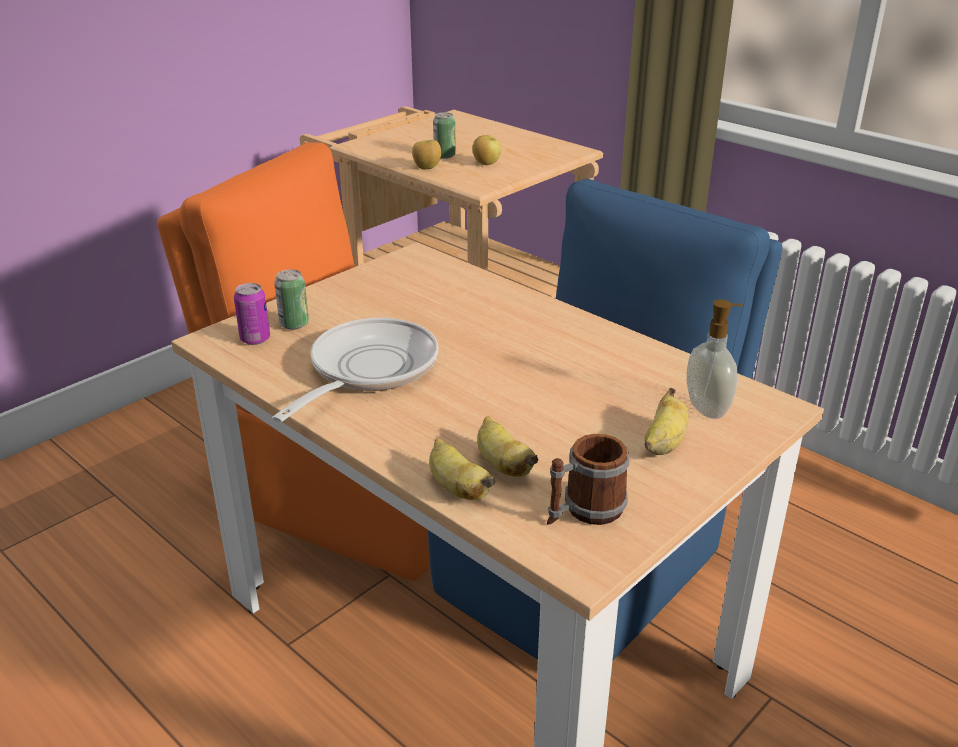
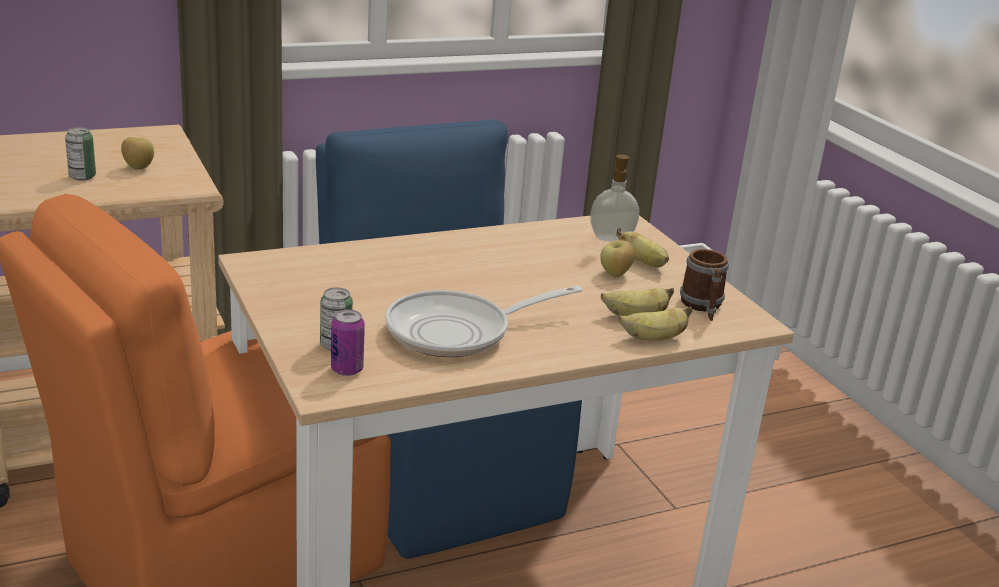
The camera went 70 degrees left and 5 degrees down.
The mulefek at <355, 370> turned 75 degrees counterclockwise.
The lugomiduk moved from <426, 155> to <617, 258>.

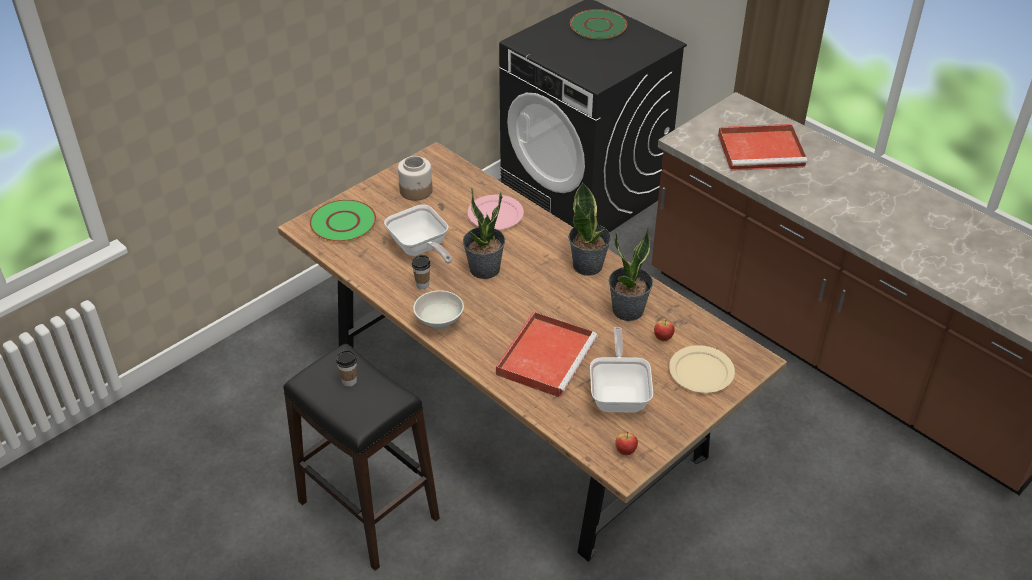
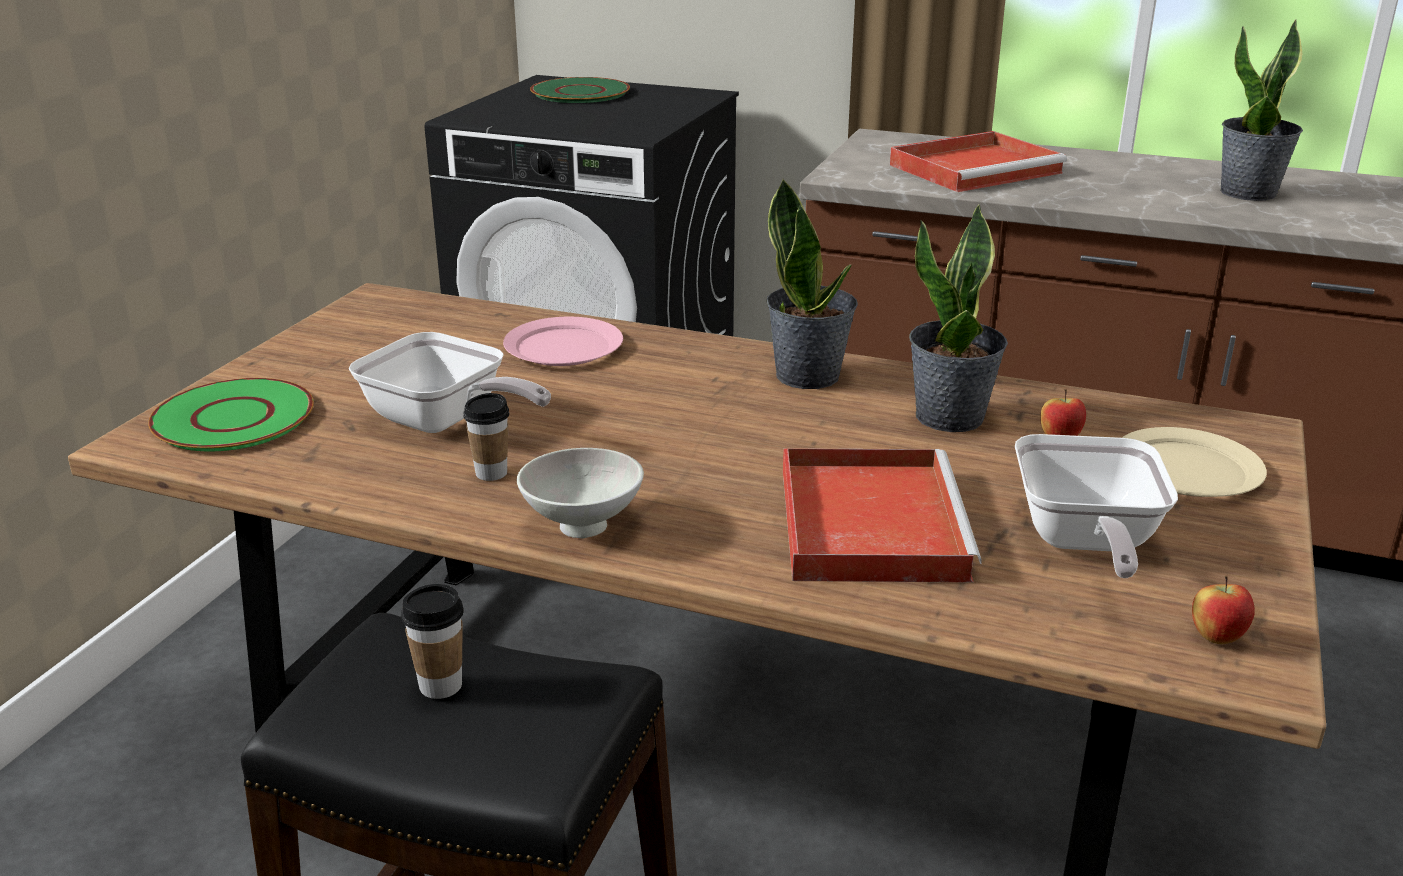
The camera went 25 degrees left and 15 degrees down.
The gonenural at <415, 178> disappeared.
The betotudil moved from <484, 233> to <1261, 110>.
The mulefek at <621, 369> turned 150 degrees counterclockwise.

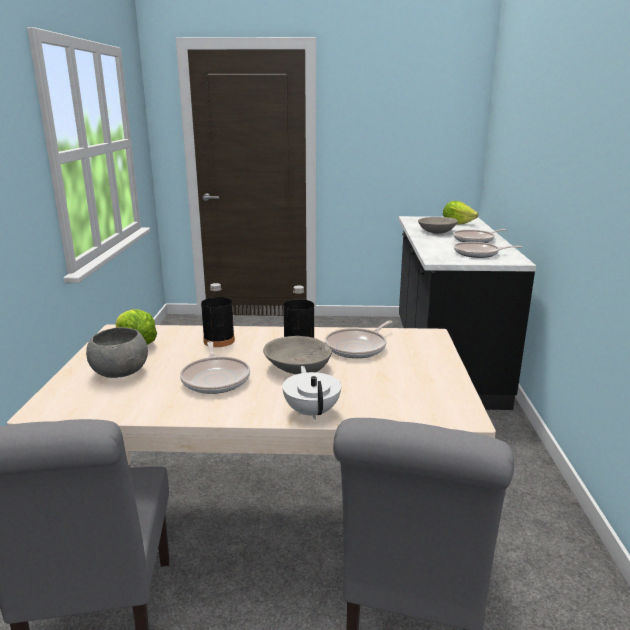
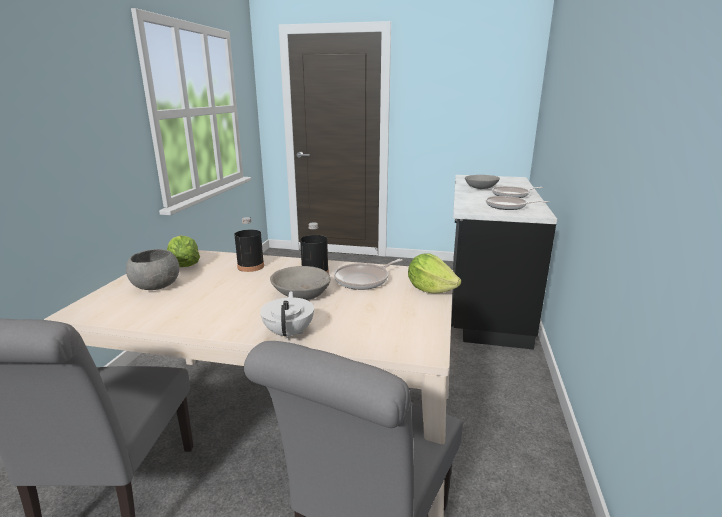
The camera went 10 degrees right and 0 degrees up.
The mulefek at <215, 368> disappeared.
The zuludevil moved from <460, 213> to <434, 273>.

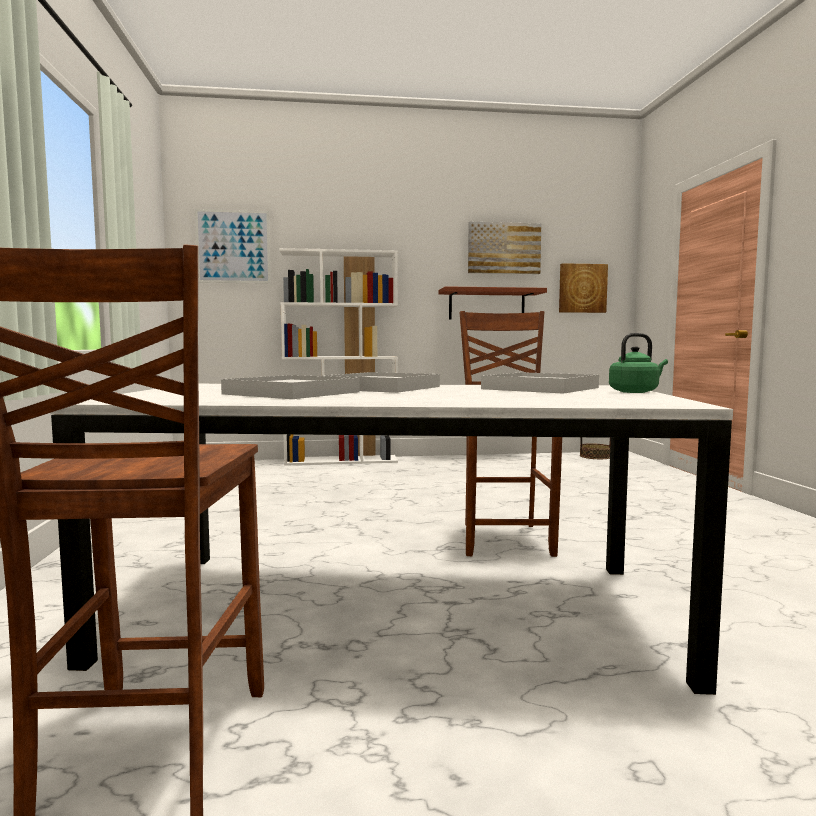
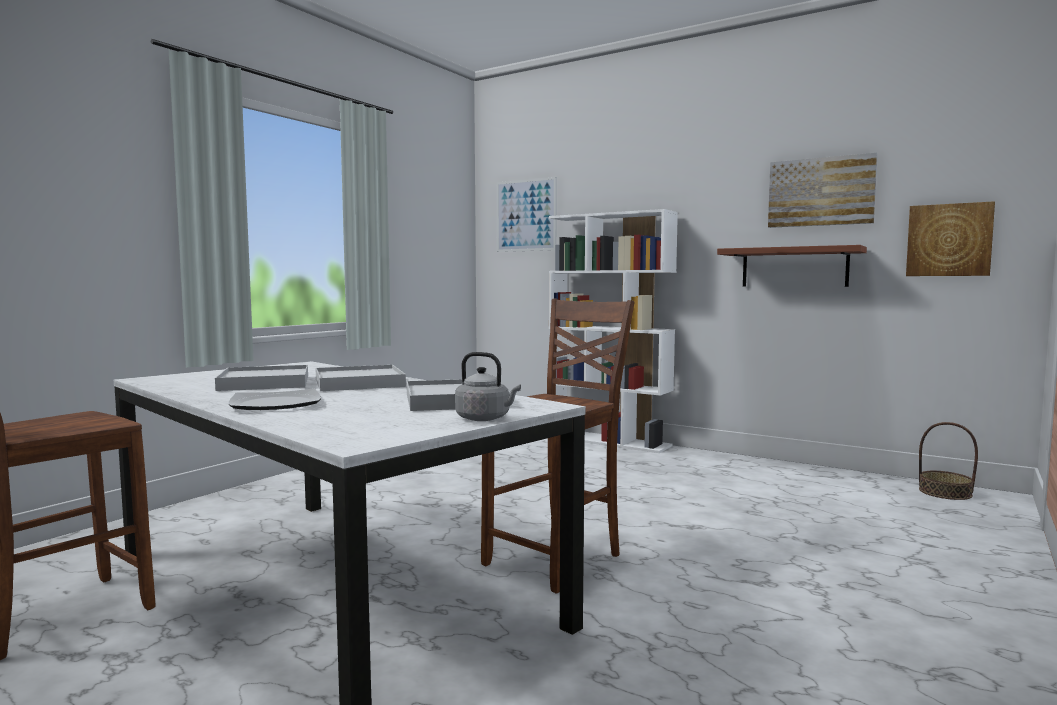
The camera went 40 degrees right and 0 degrees up.
The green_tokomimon at <638, 363> became the grey_tokomimon at <488, 386>.
The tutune at <275, 399> appeared.

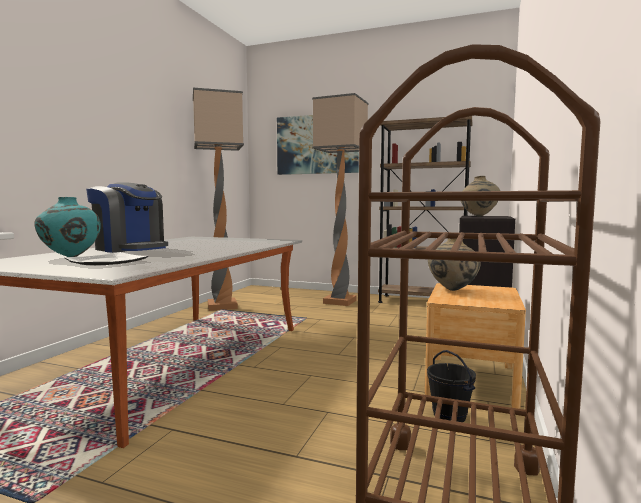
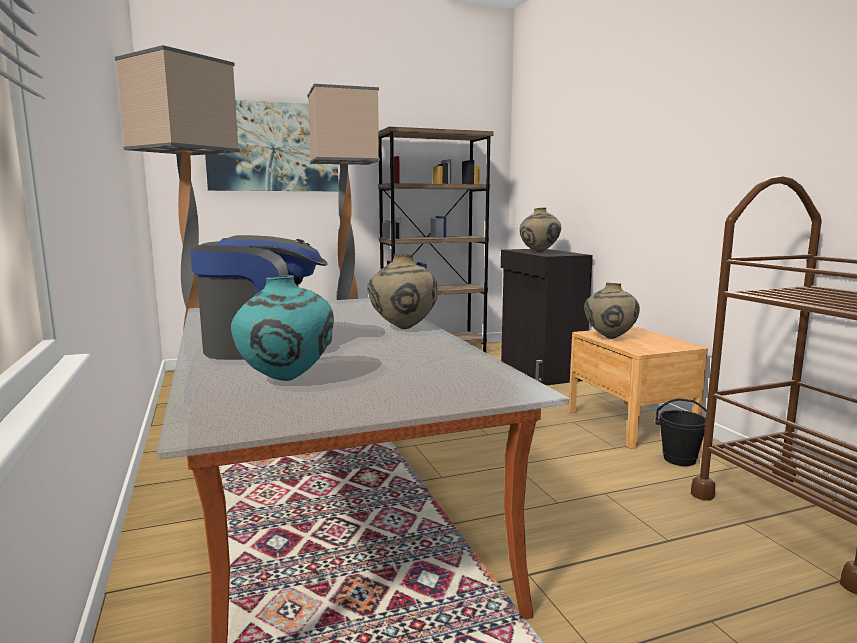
The camera went 40 degrees left and 5 degrees up.
The tutune at <106, 259> disappeared.
The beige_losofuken at <402, 291> appeared.

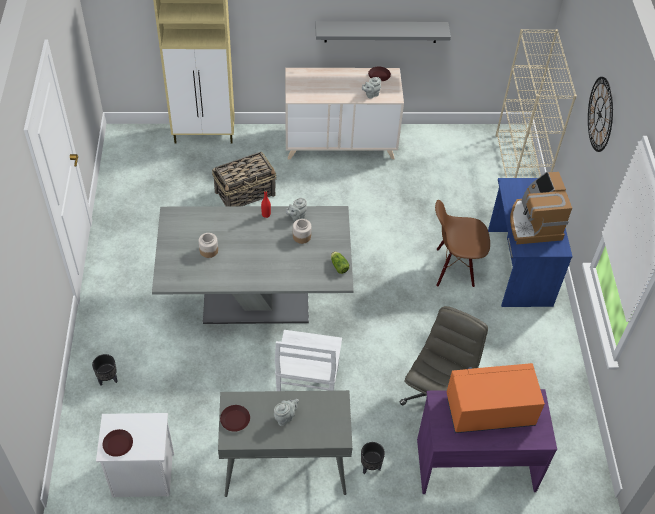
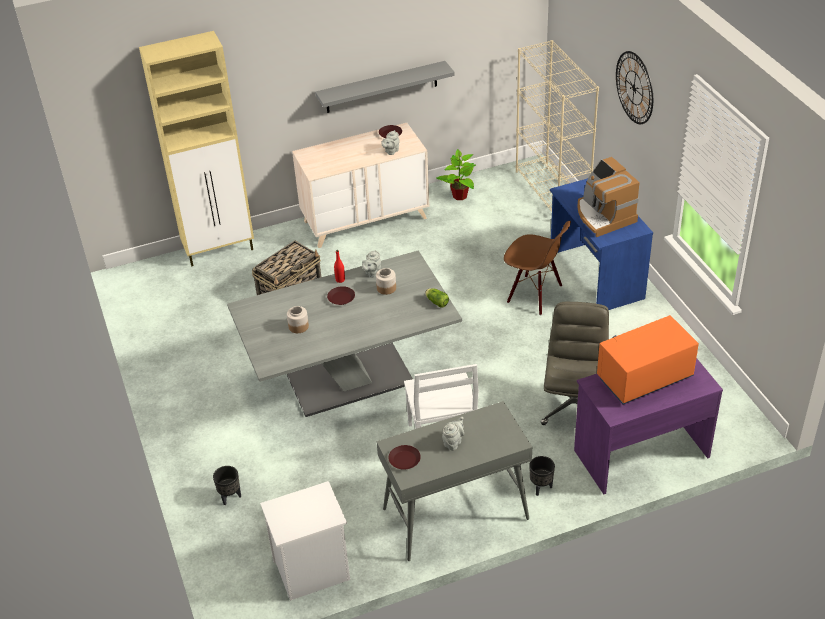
The camera went 15 degrees left and 10 degrees down.
The brown_tutune moved from <118, 443> to <341, 295>.
The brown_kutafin at <462, 243> turned 135 degrees counterclockwise.
The betotudil at <456, 174> appeared.

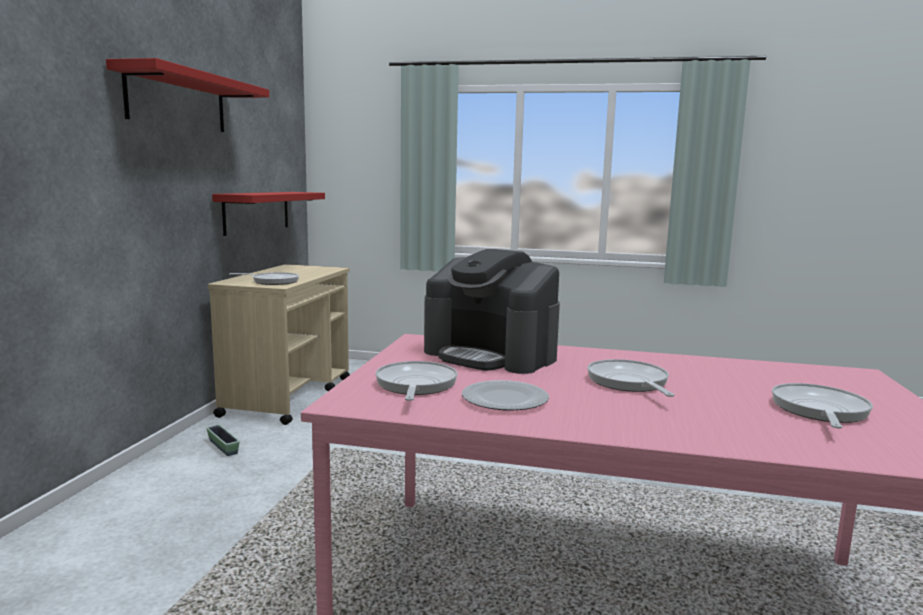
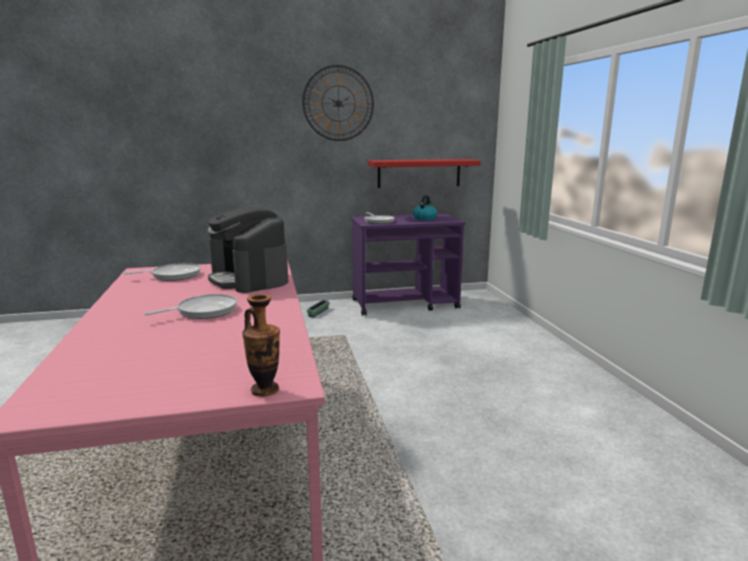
The camera went 65 degrees right and 5 degrees up.
The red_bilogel at <187, 95> was replaced by the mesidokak at <338, 103>.
The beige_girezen at <279, 344> became the purple_girezen at <408, 264>.
The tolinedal at <492, 311> turned 45 degrees counterclockwise.
The tutune at <505, 395> disappeared.
The mulefek at <822, 406> disappeared.
The losofuken at <261, 345> appeared.
The tokomimon at <425, 207> appeared.

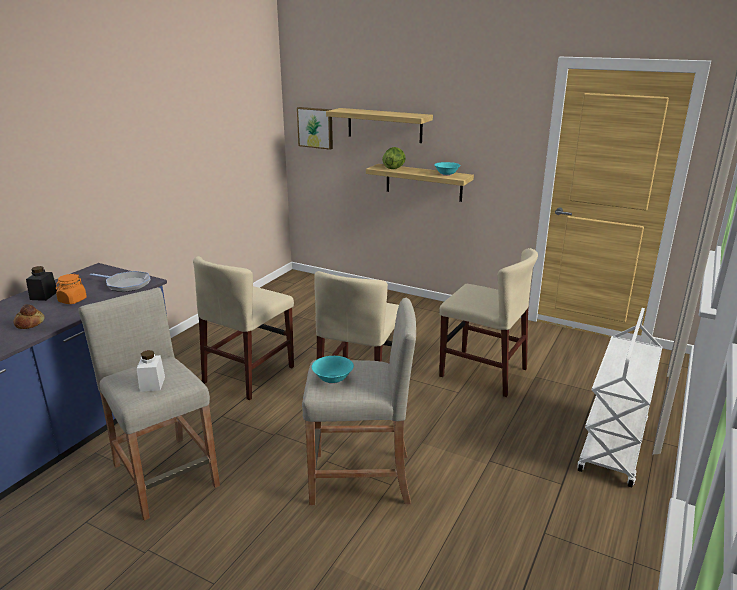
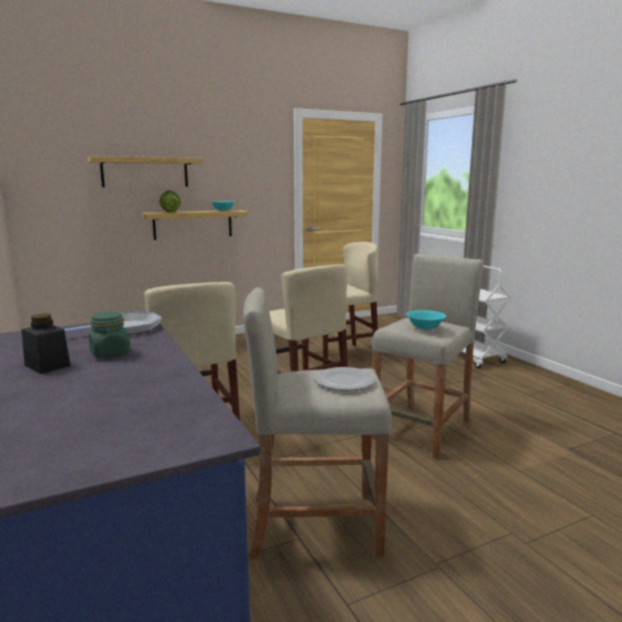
The camera went 55 degrees left and 10 degrees down.
The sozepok at <29, 316> disappeared.
The orange_gonenural at <71, 289> became the green_gonenural at <110, 334>.
The white_gonenural at <151, 371> was replaced by the tutune at <345, 378>.
The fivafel at <315, 128> disappeared.

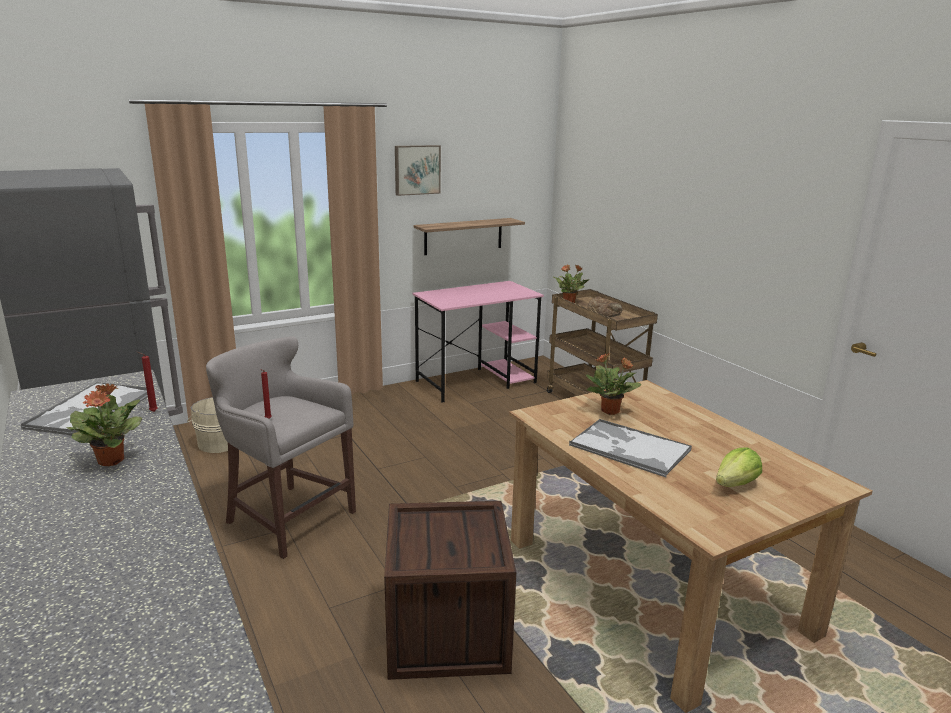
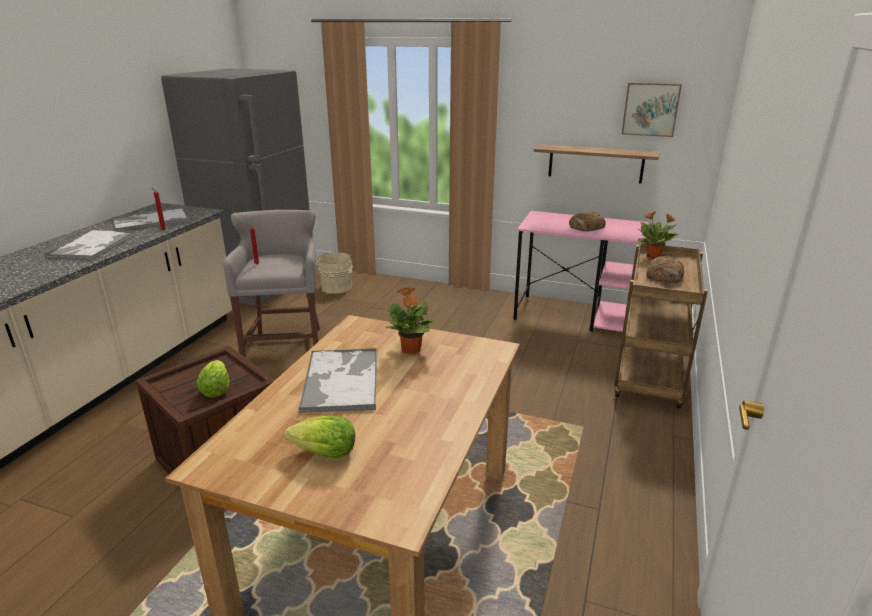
The camera went 50 degrees right and 5 degrees up.
The betotudil at <104, 425> was replaced by the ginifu at <90, 244>.
The fivafel moved from <418, 170> to <652, 109>.
The zuludevil at <213, 379> appeared.
The sozepok at <587, 222> appeared.

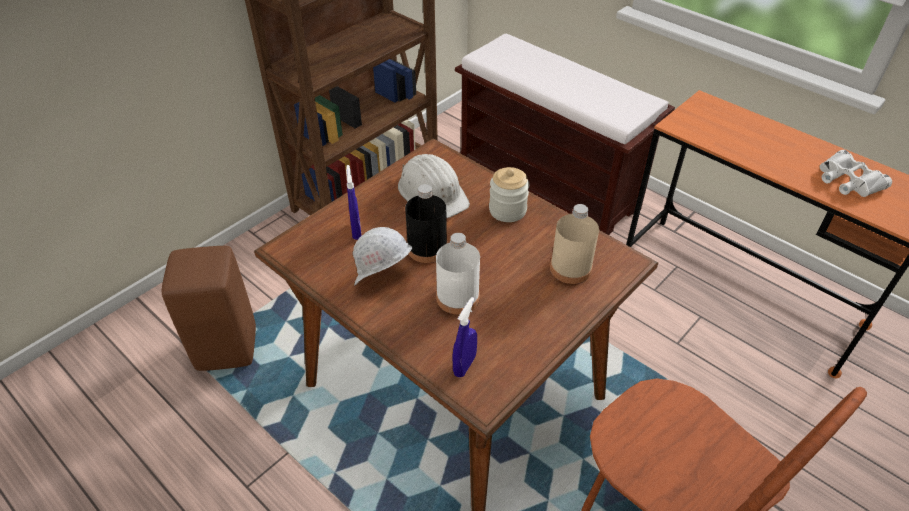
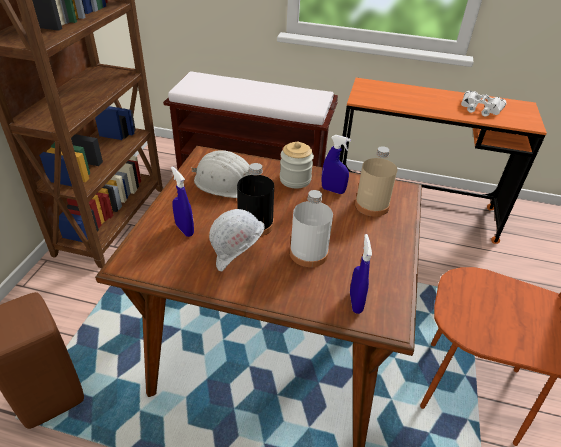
The camera went 30 degrees left and 5 degrees down.
The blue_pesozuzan at <336, 164> appeared.

